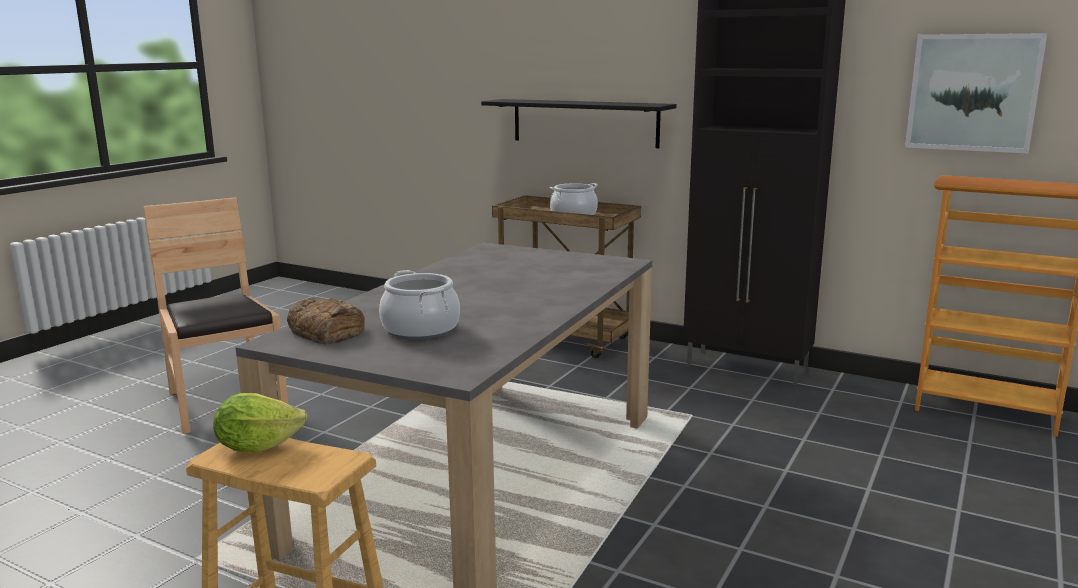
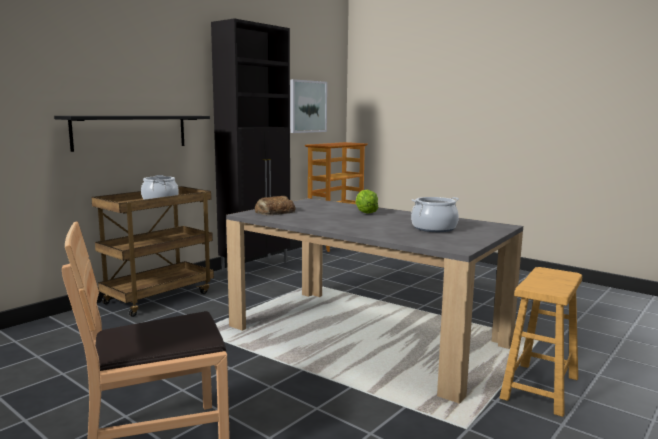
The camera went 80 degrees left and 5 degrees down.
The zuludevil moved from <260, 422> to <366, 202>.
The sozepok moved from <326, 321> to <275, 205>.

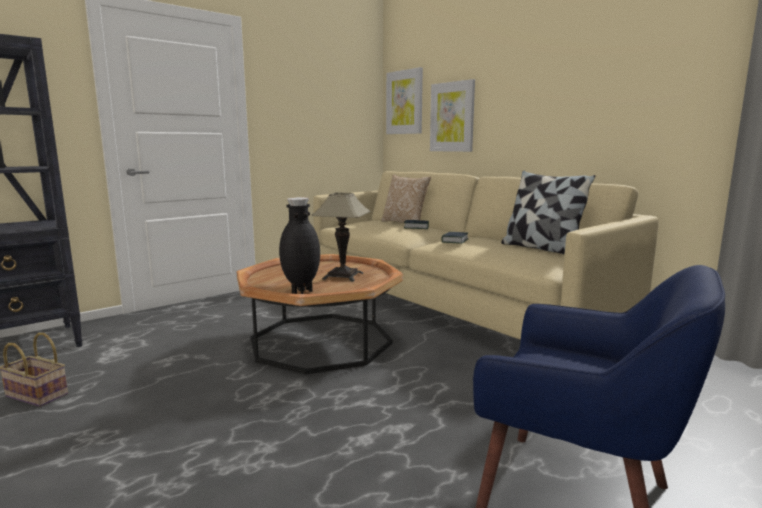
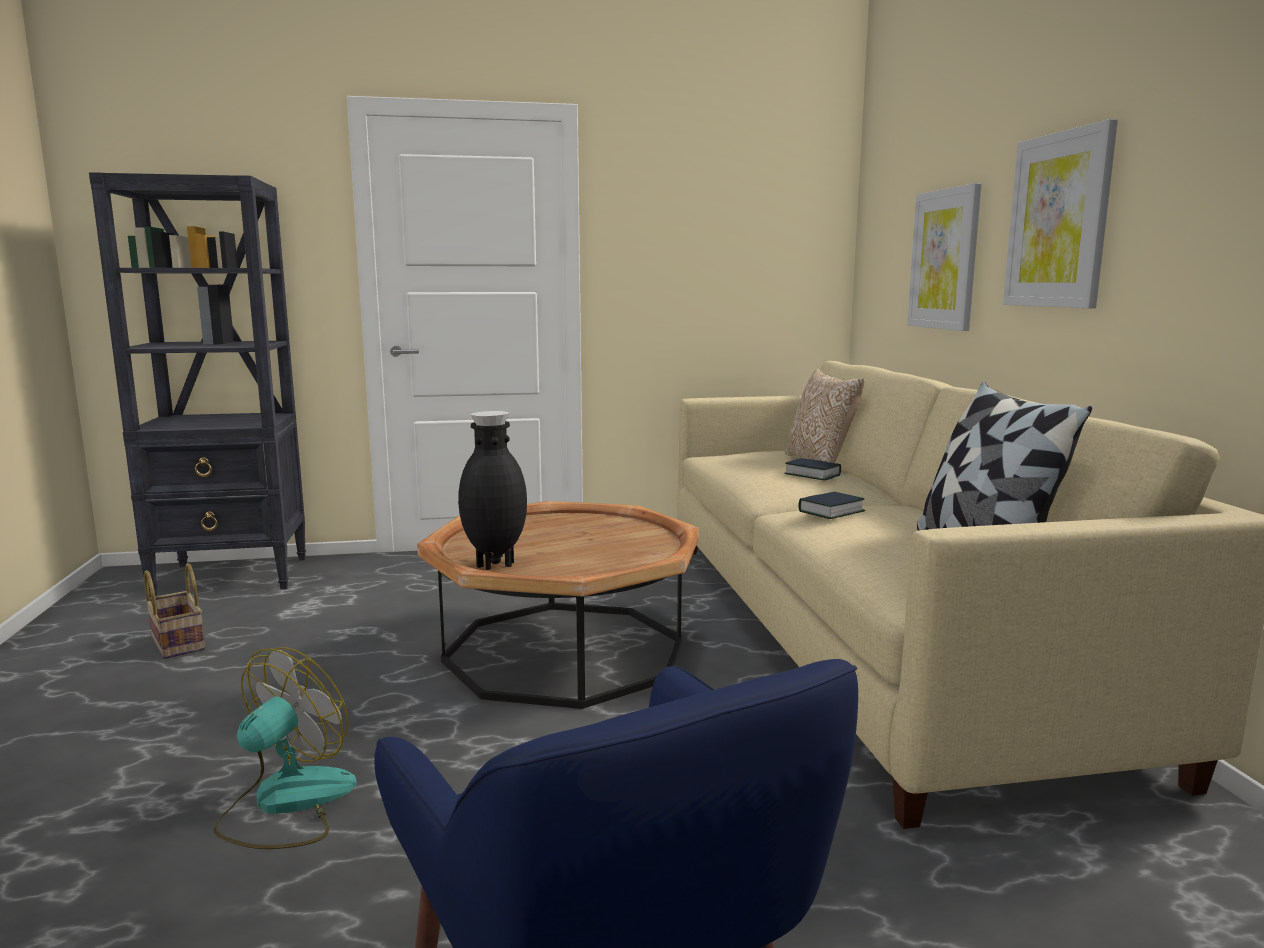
The camera went 30 degrees right and 0 degrees up.
The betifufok at <341, 237> disappeared.
The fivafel moved from <404, 100> to <1060, 213>.
The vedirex at <285, 748> appeared.

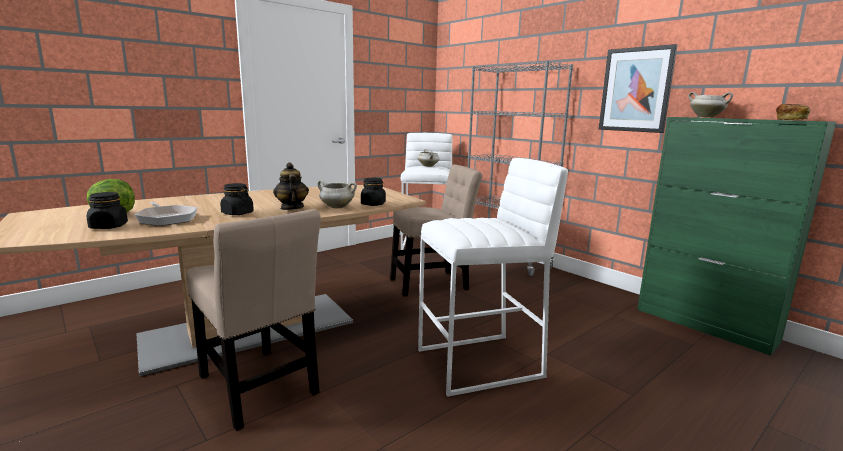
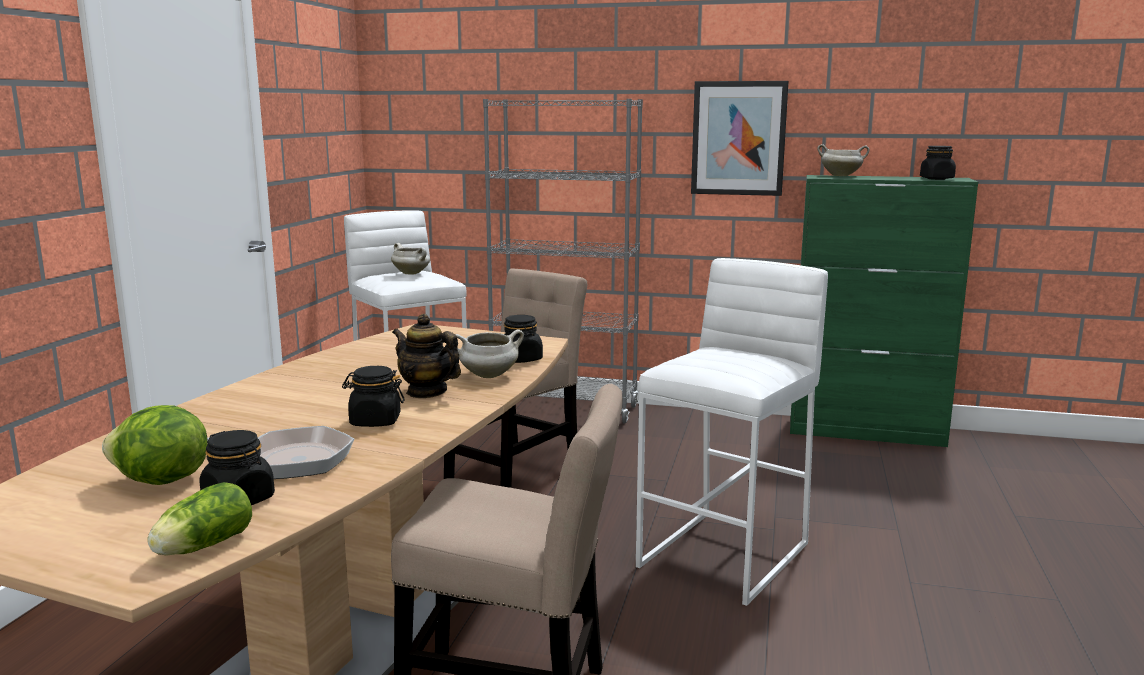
The camera went 35 degrees left and 0 degrees up.
The sozepok at <793, 112> was replaced by the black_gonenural at <938, 163>.
The zuludevil at <199, 518> appeared.

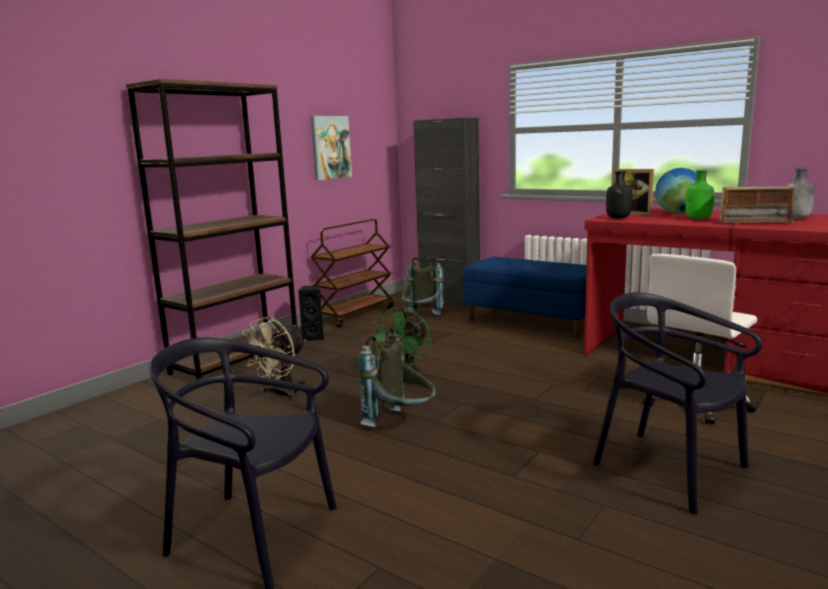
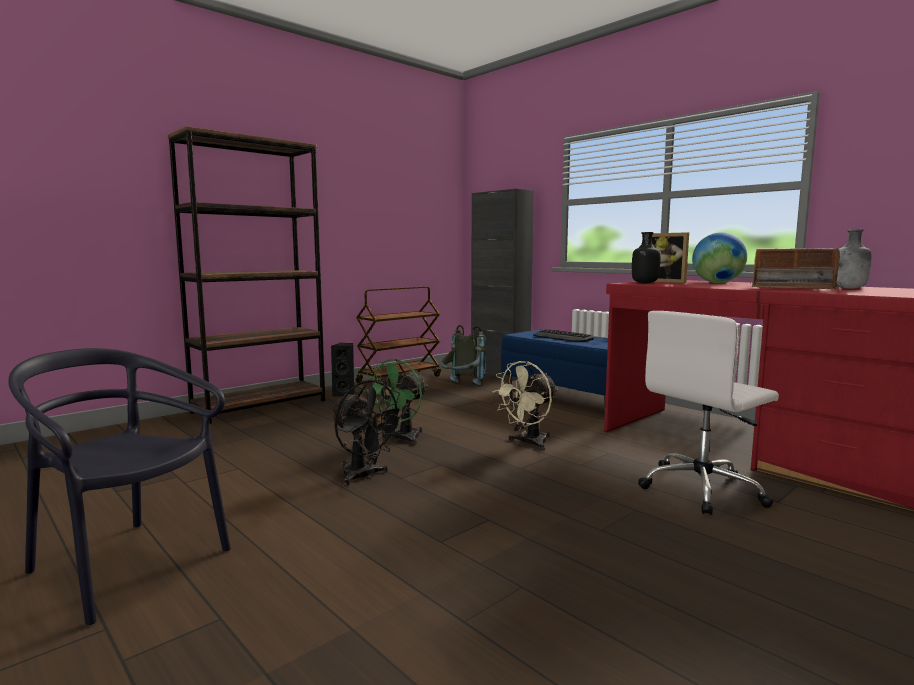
The camera went 10 degrees right and 5 degrees down.
The beige_vedirex moved from <274, 359> to <525, 405>.
The fivafel at <331, 148> disappeared.
The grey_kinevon at <397, 377> was replaced by the black_vedirex at <368, 432>.
The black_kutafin at <678, 403> disappeared.
The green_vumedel at <699, 194> disappeared.
The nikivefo at <563, 336> appeared.

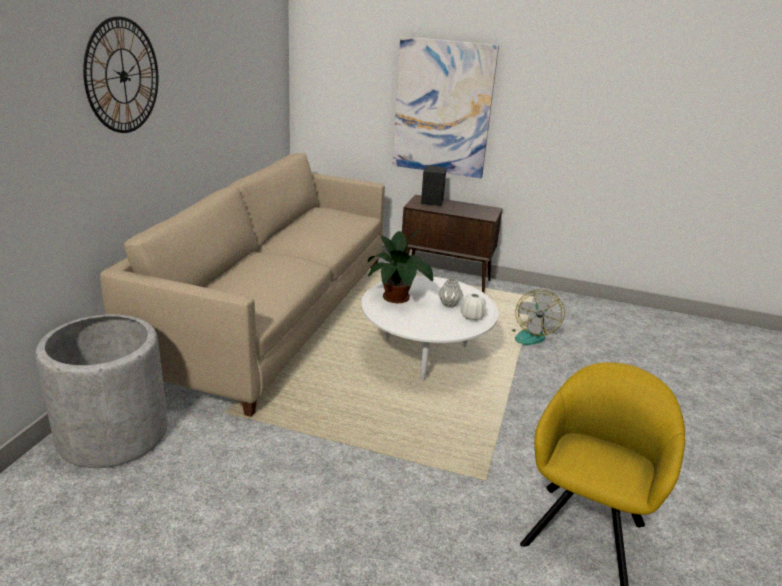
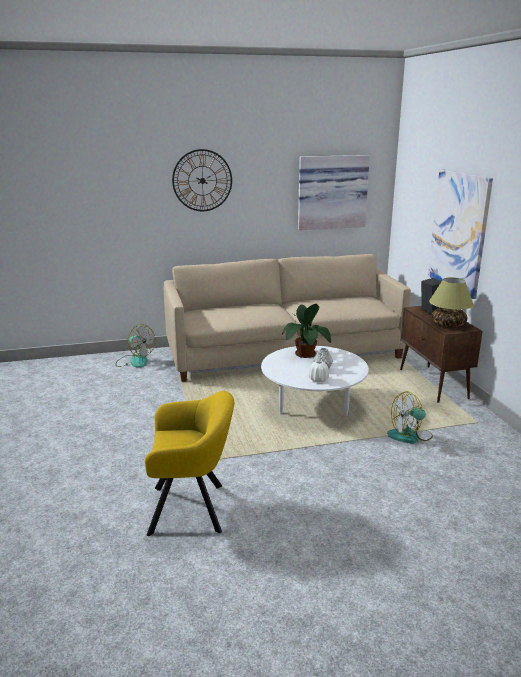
The camera went 60 degrees right and 5 degrees down.
The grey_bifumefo at <101, 391> was replaced by the vedirex at <135, 346>.
The fivafel at <334, 192> appeared.
The betifufok at <451, 302> appeared.

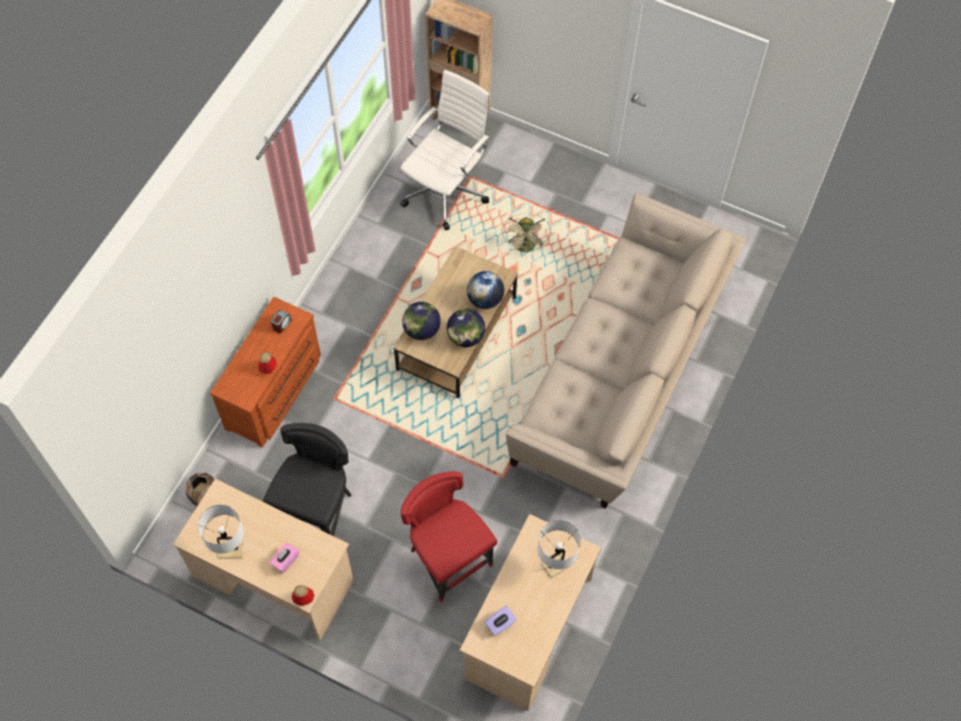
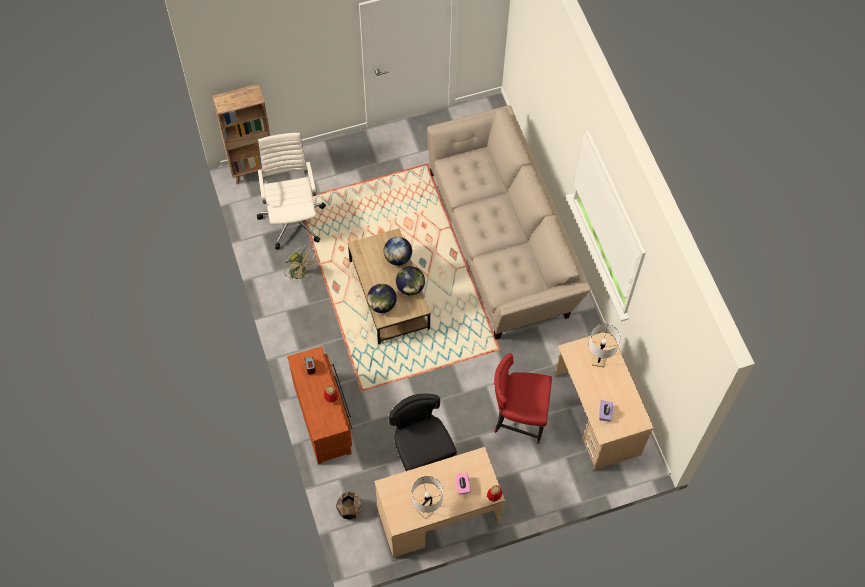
The camera went 45 degrees left and 0 degrees up.
The beige_vedirex moved from <526, 233> to <301, 265>.

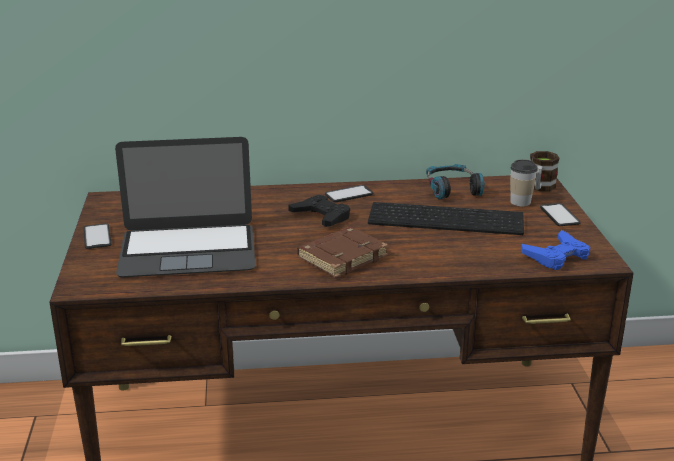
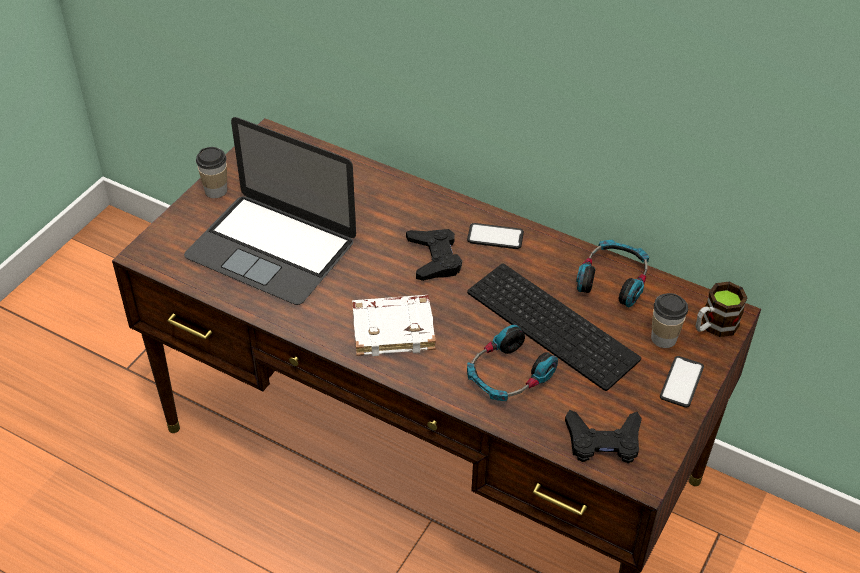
The camera went 35 degrees right and 20 degrees up.
The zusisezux at <97, 236> was replaced by the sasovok at <211, 172>.
The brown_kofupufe at <342, 252> became the white_kofupufe at <394, 325>.
The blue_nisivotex at <555, 250> became the black_nisivotex at <603, 436>.
The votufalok at <512, 363> appeared.

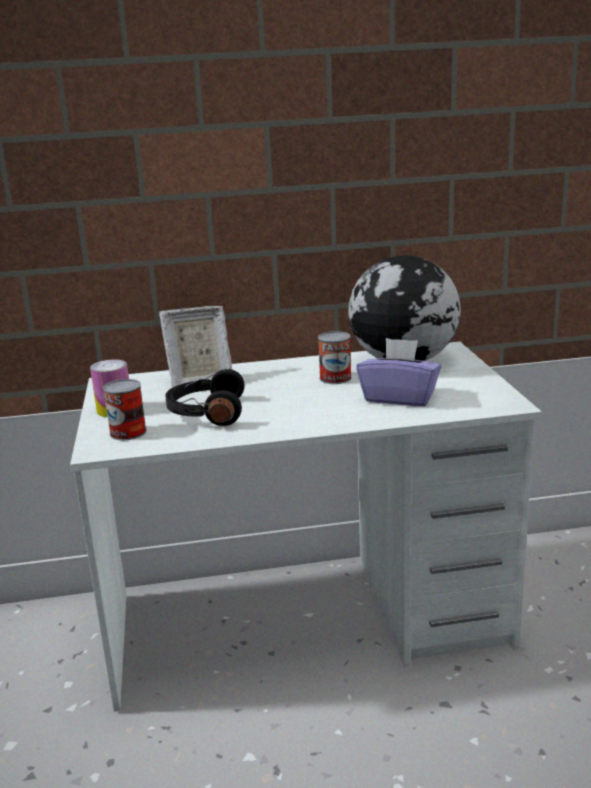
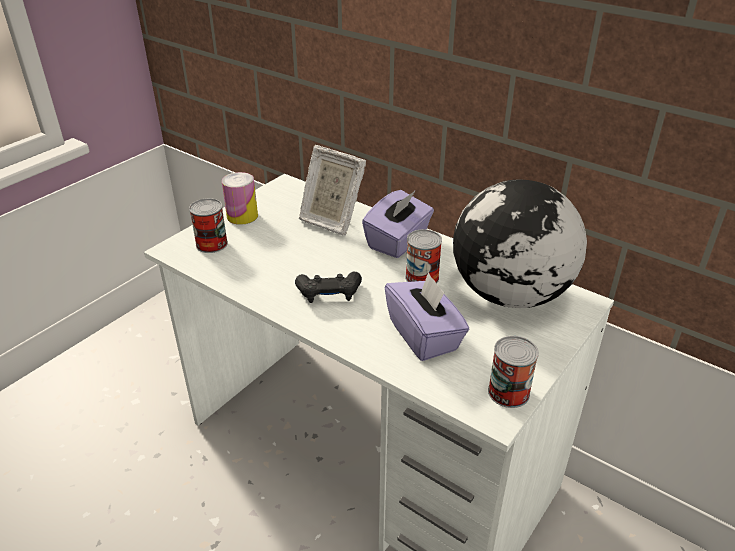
The camera went 45 degrees right and 15 degrees up.
The black_votufalok at <205, 397> disappeared.
The black_nisivotex at <328, 287> appeared.
The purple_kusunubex at <398, 224> appeared.
The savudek at <513, 372> appeared.

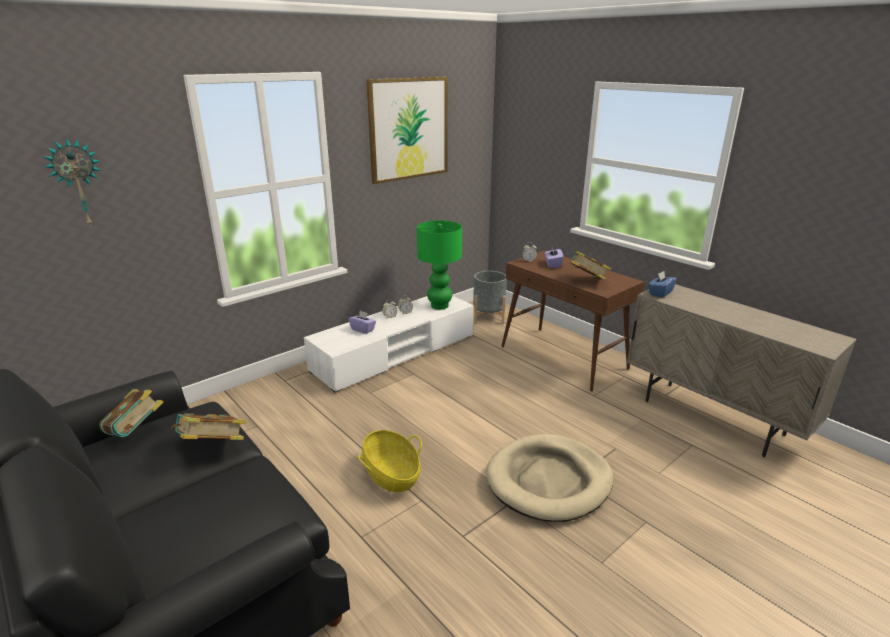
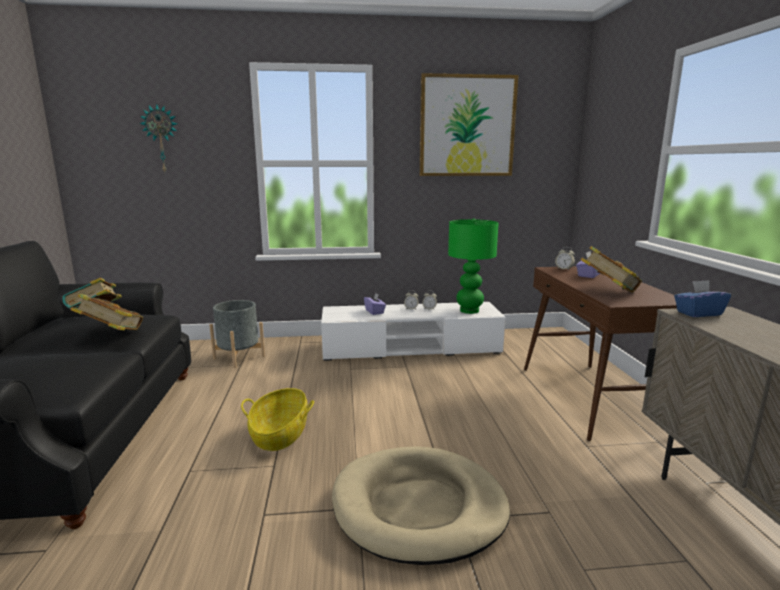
The camera went 35 degrees right and 10 degrees down.
The grey_bifumefo moved from <490, 297> to <237, 334>.

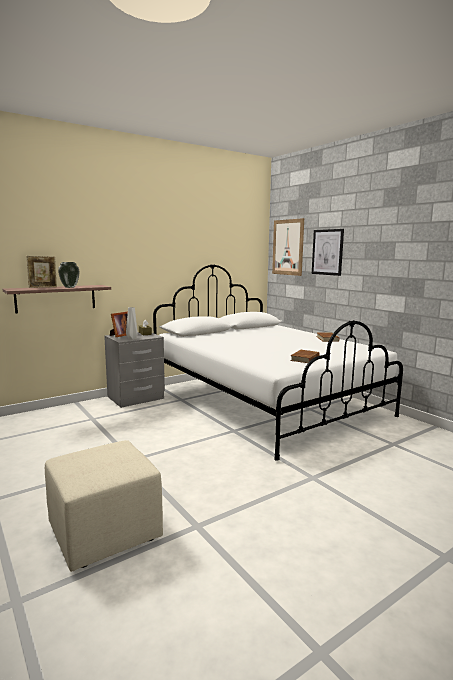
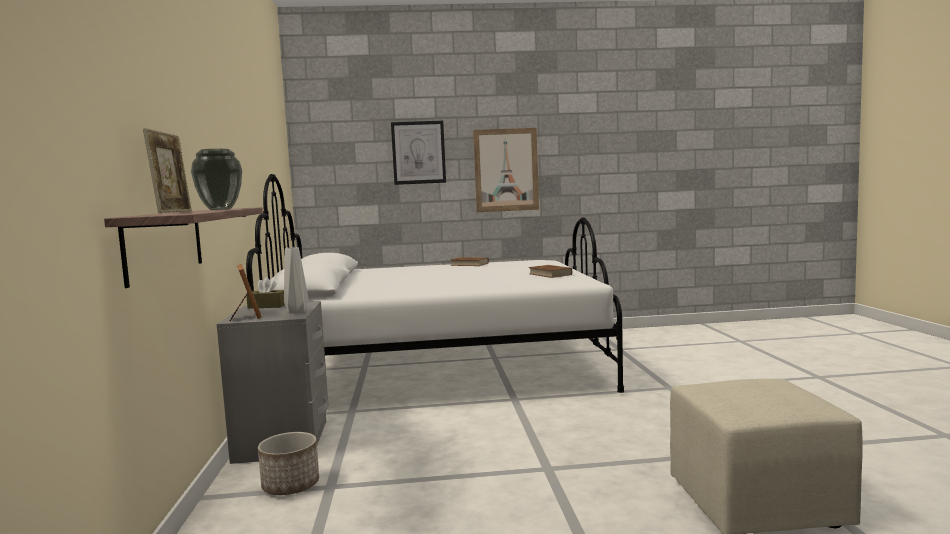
The camera went 60 degrees left and 5 degrees down.
The fivafel moved from <288, 247> to <506, 170>.
The bifumefo at <288, 463> appeared.

